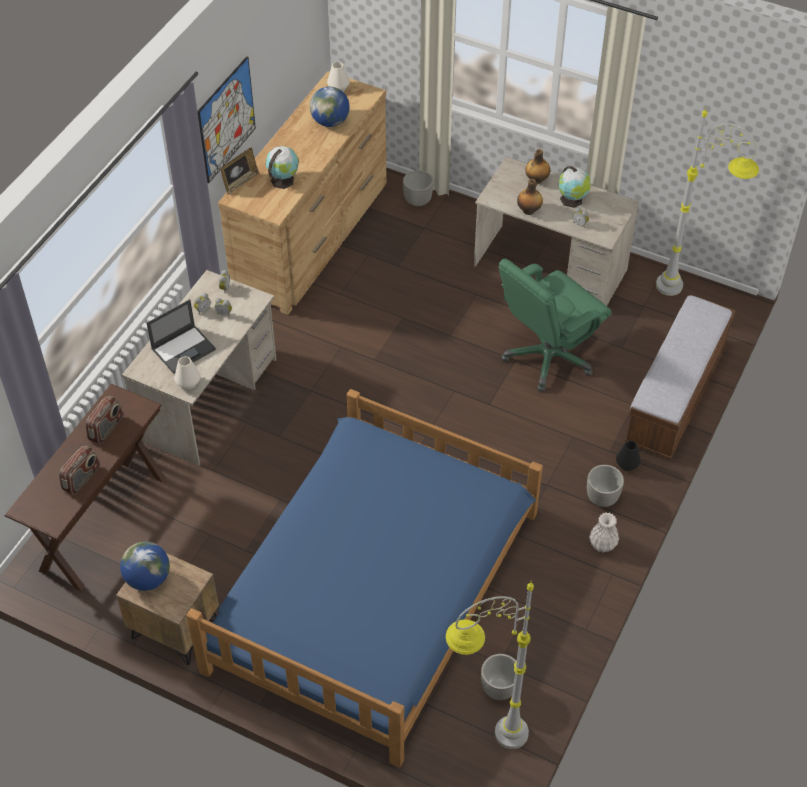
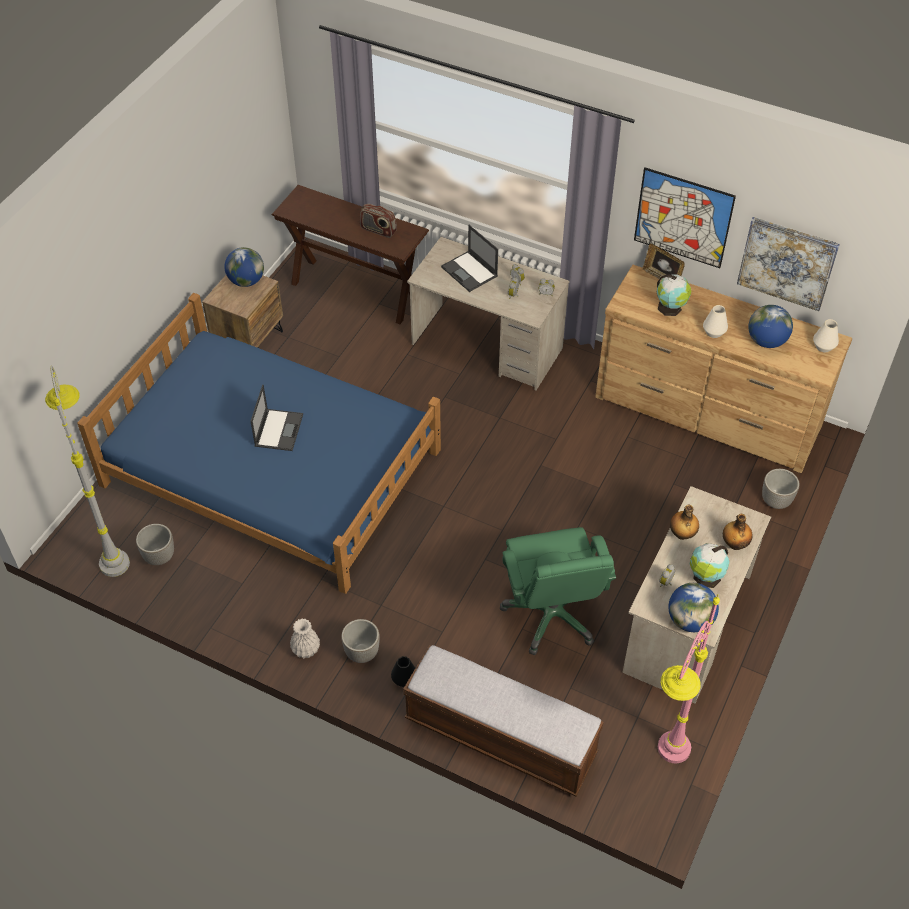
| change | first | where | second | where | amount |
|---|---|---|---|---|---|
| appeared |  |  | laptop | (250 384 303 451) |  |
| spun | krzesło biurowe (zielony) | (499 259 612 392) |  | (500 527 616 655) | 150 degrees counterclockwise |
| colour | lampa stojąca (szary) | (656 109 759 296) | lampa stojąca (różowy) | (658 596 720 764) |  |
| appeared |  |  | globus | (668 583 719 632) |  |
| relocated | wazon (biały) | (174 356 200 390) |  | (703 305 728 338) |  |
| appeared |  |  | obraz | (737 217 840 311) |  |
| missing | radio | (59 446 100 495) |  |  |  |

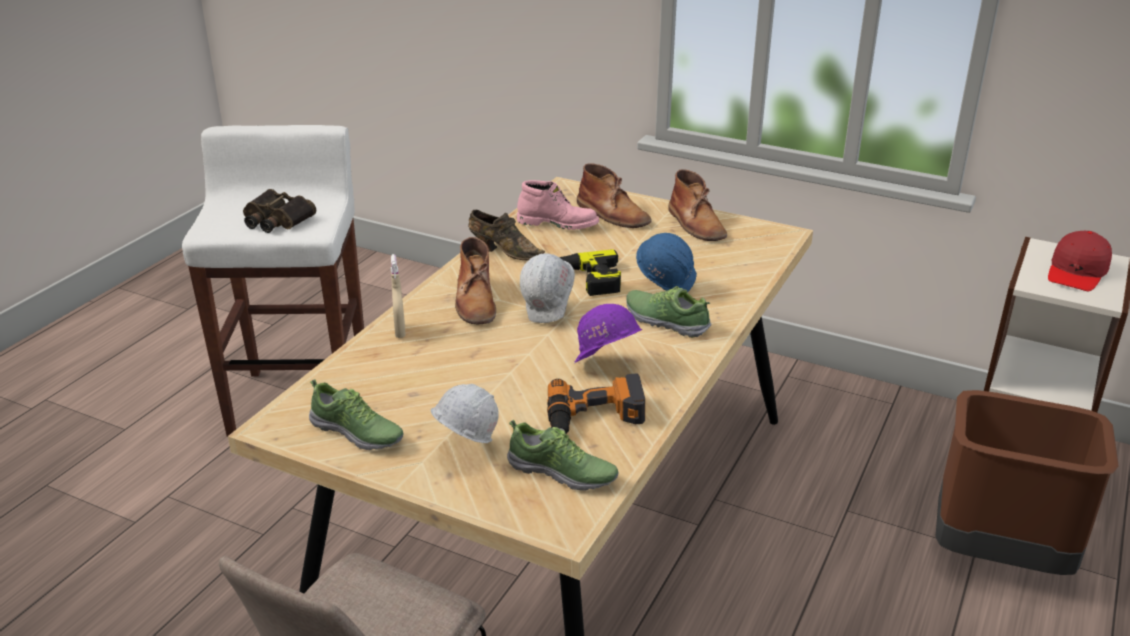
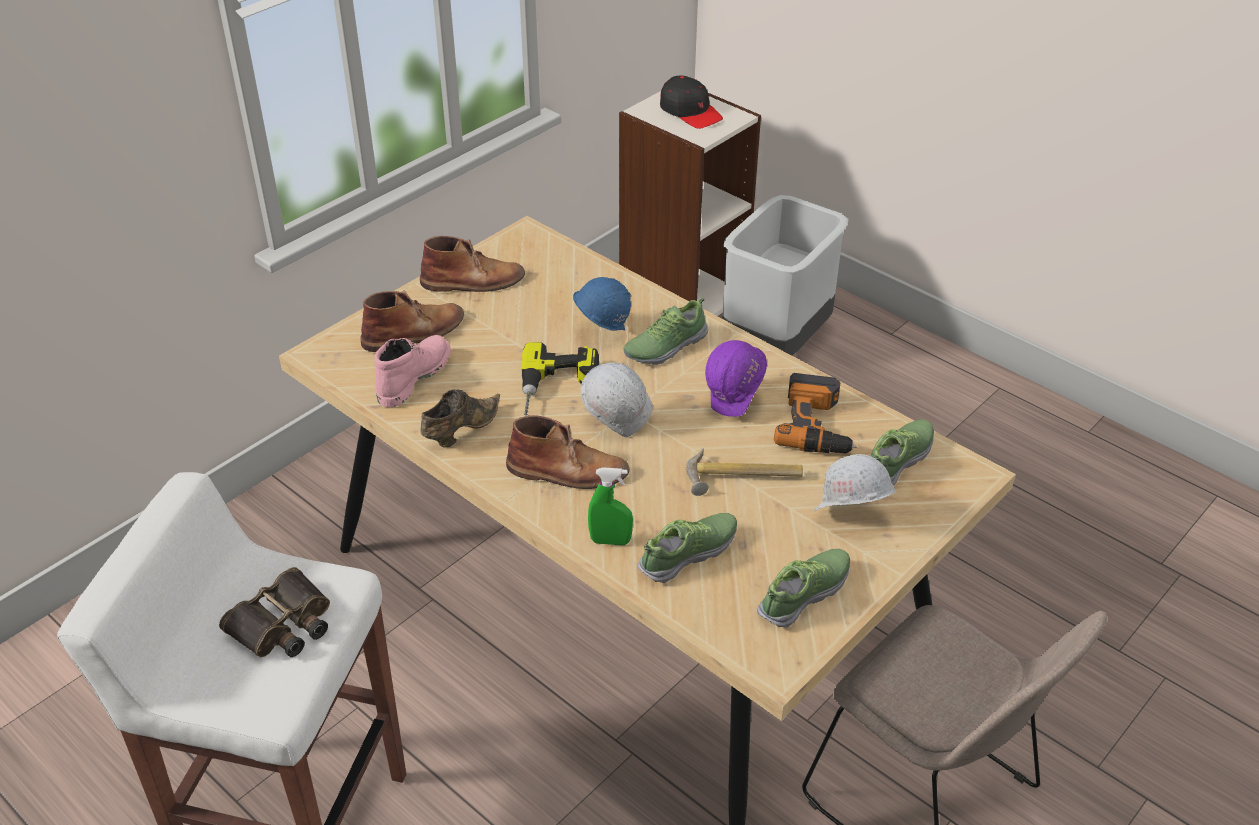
| change | first | where | second | where | amount |
|---|---|---|---|---|---|
| colour | spryskiwacz (beżowy) | (391 254 406 338) | spryskiwacz (zielony) | (588 467 633 545) |  |
| appeared |  |  | but | (638 513 737 583) |  |
| colour | czapka z daszkiem (czerwony) | (1048 231 1112 291) | czapka z daszkiem (czarny) | (660 76 723 129) |  |
| appeared |  |  | młotek | (686 448 803 496) |  |
| colour | kosz na śmieci (brązowy) | (935 390 1119 575) | kosz na śmieci (szary) | (722 195 848 356) |  |

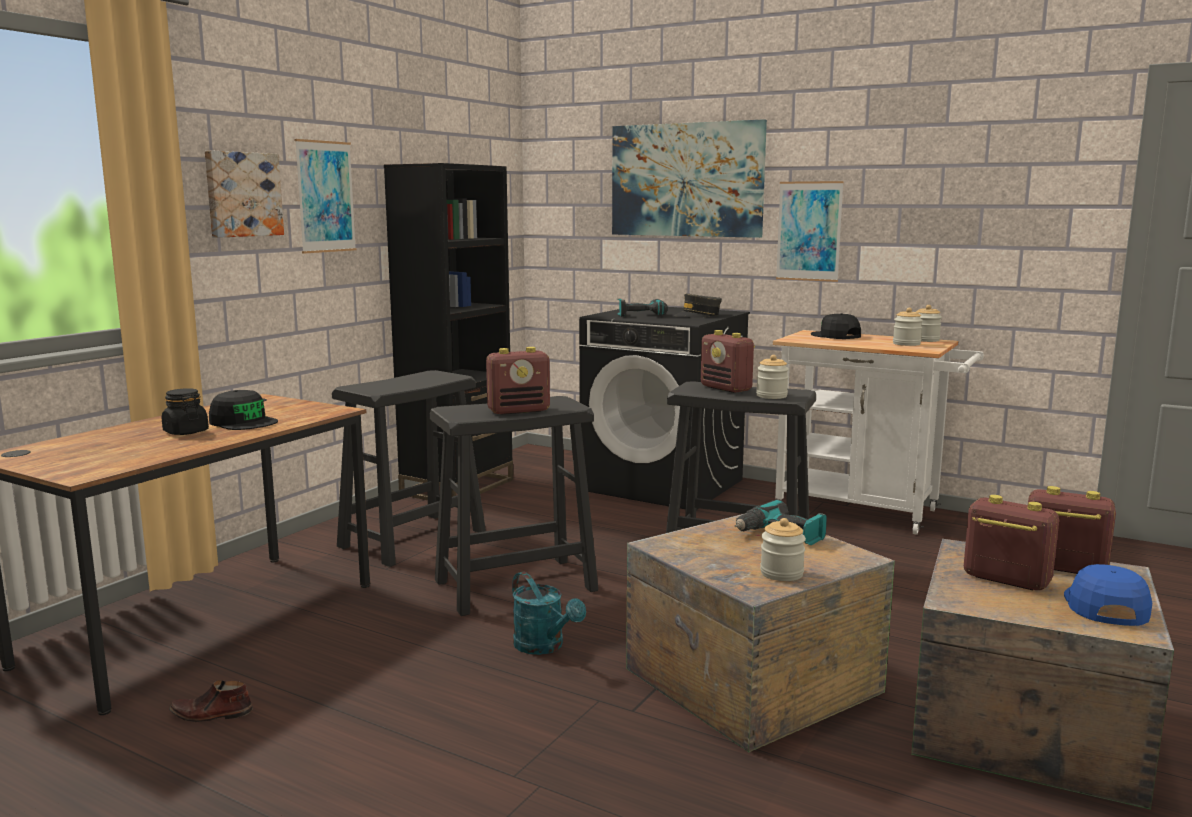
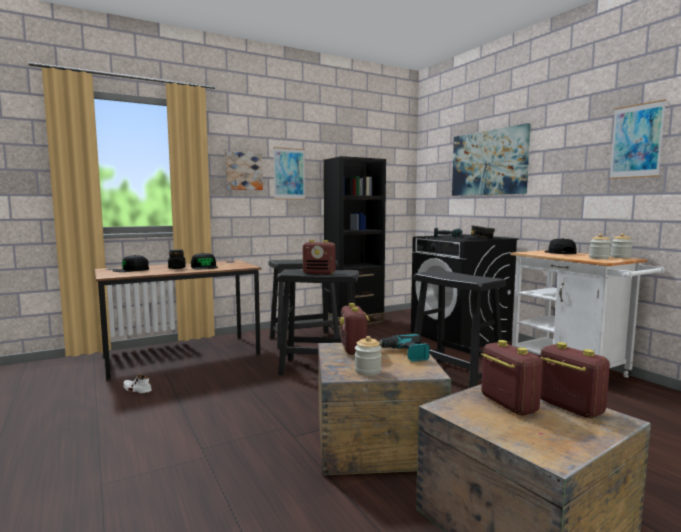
| change | first | where | second | where | amount |
|---|---|---|---|---|---|
| appeared |  |  | czapka z daszkiem (czarny) | (113 255 149 272) |  |
| colour | but (brązowy) | (169 680 253 722) | but (biały) | (123 375 152 393) |  |
| relocated | radio | (701 330 755 393) |  | (340 303 370 355) |  |
| relocated | obraz | (776 181 844 282) |  | (609 99 666 179) |  |
| missing | konewka (turkusowy) | (512 571 586 655) |  |  |  |
| missing | słoik | (756 355 789 399) |  |  |  |
| missing | czapka z daszkiem (niebieski) | (1064 564 1152 626) |  |  |  |

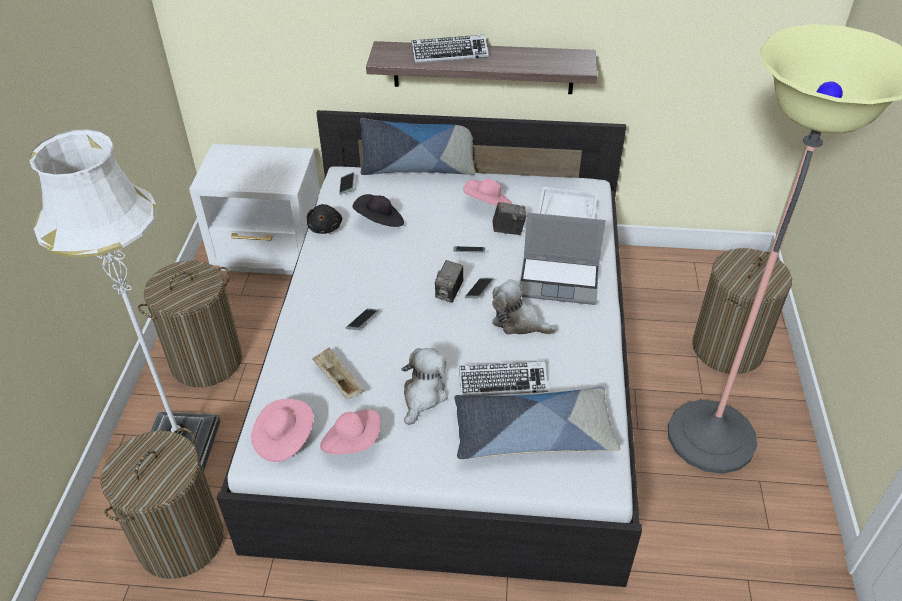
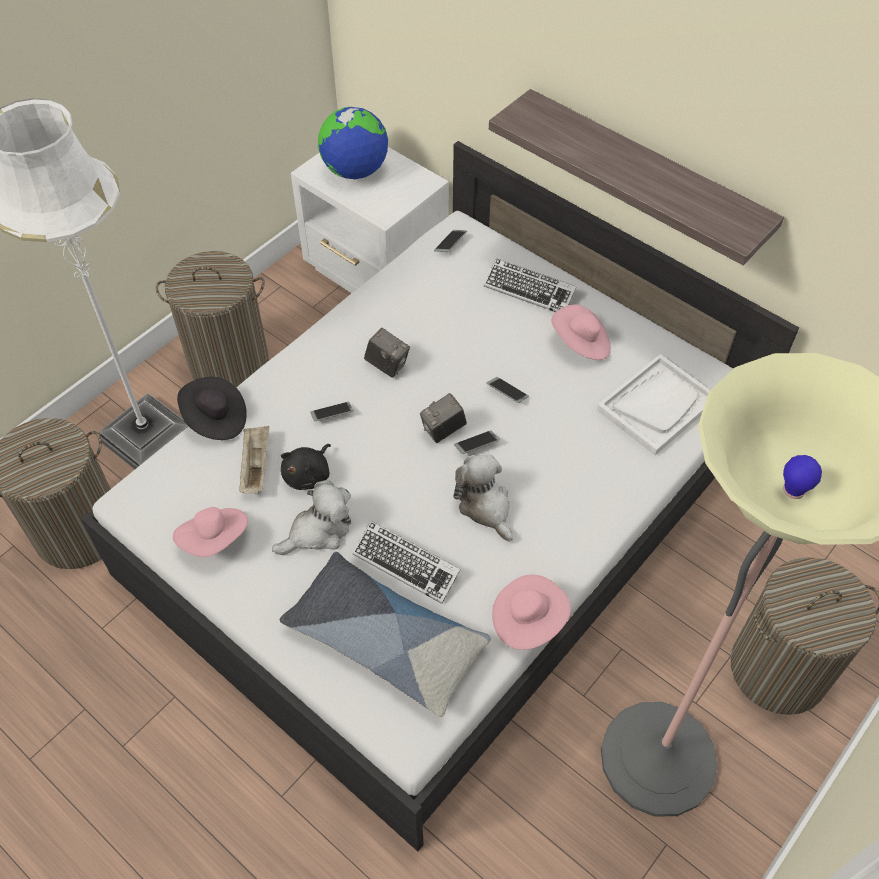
| change | first | where | second | where | amount |
|---|---|---|---|---|---|
| relocated | kapelusz (czarny) | (352 194 404 227) |  | (177 377 247 440) |  |
| relocated | pluszak (czarny) | (307 204 342 234) |  | (281 444 331 490) |  |
| appeared |  |  | globus | (318 107 388 179) |  |
| relocated | aparat fotograficzny | (492 202 527 235) |  | (364 328 410 378) |  |
| relocated | klawiatura | (412 35 489 63) |  | (484 258 577 312) |  |
| relocated | kapelusz (różowy) | (251 399 314 462) |  | (492 574 571 650) |  |
| missing | poduszka | (360 118 475 175) |  |  |  |
| missing | laptop | (520 213 606 305) |  |  |  |

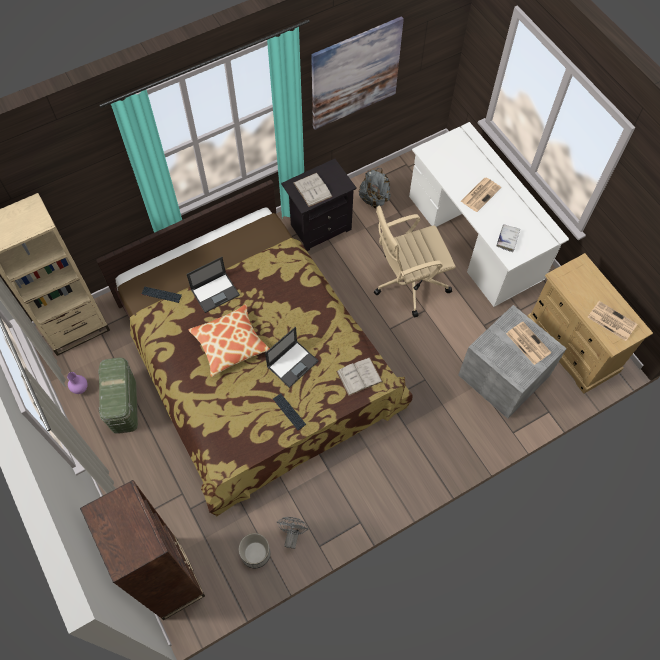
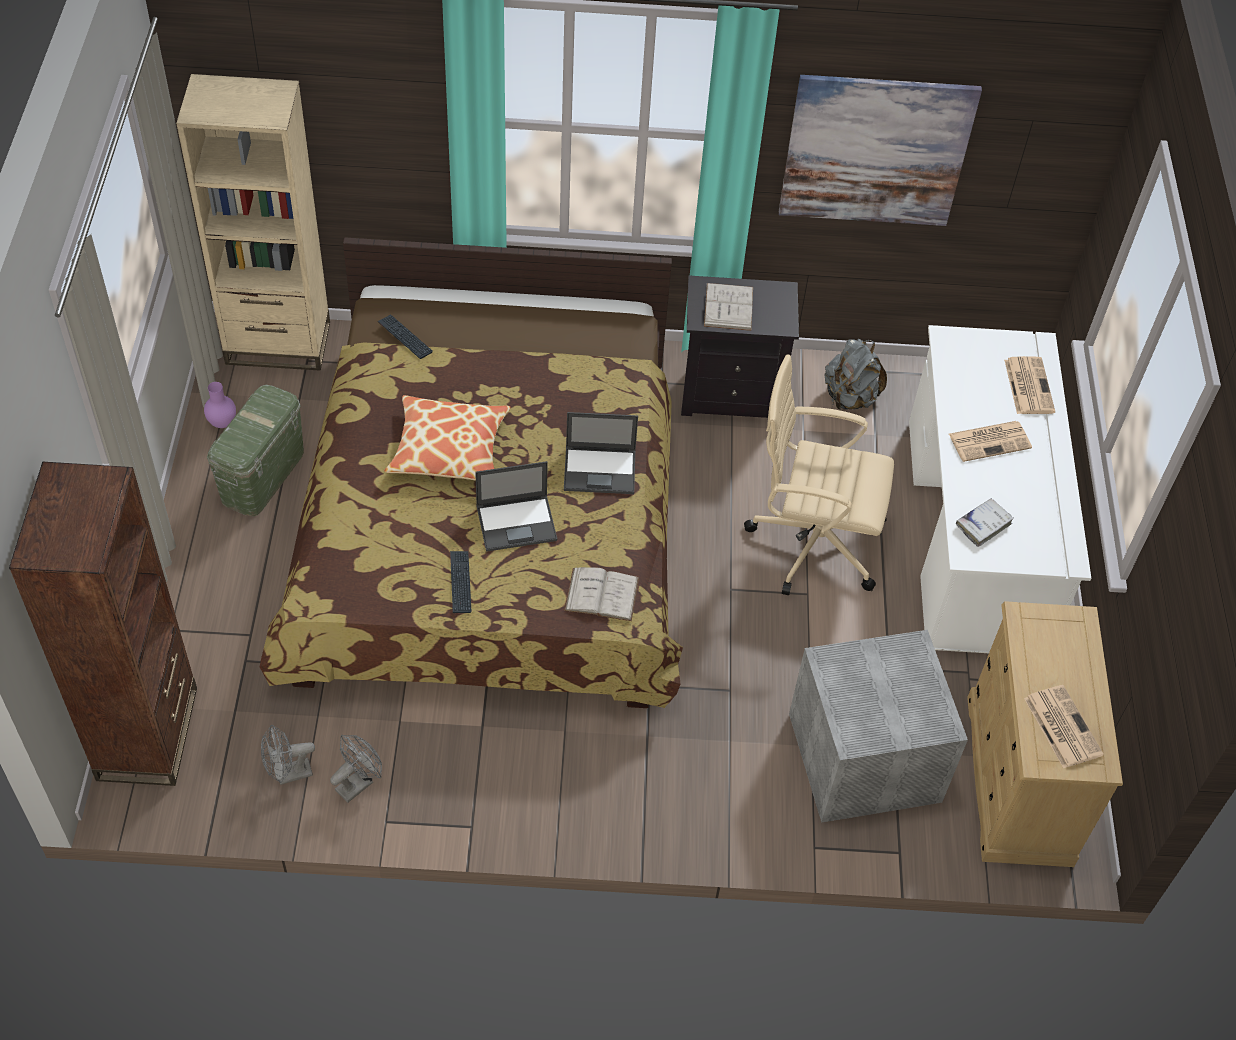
| change | first | where | second | where | amount |
|---|---|---|---|---|---|
| exchanged | donica | (238 533 271 568) | wentylator (szary) | (261 725 315 785) |  |
| relocated | laptop | (186 257 240 313) |  | (564 412 638 494) |  |
| relocated | gazeta | (506 322 552 365) |  | (1004 356 1055 414) |  |

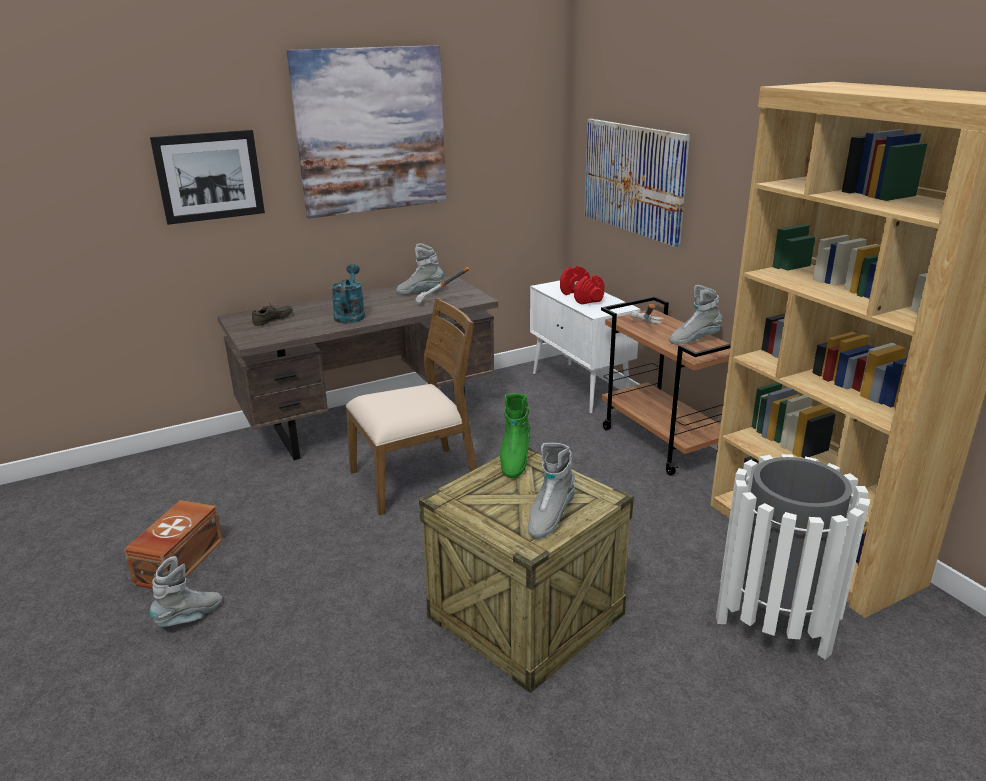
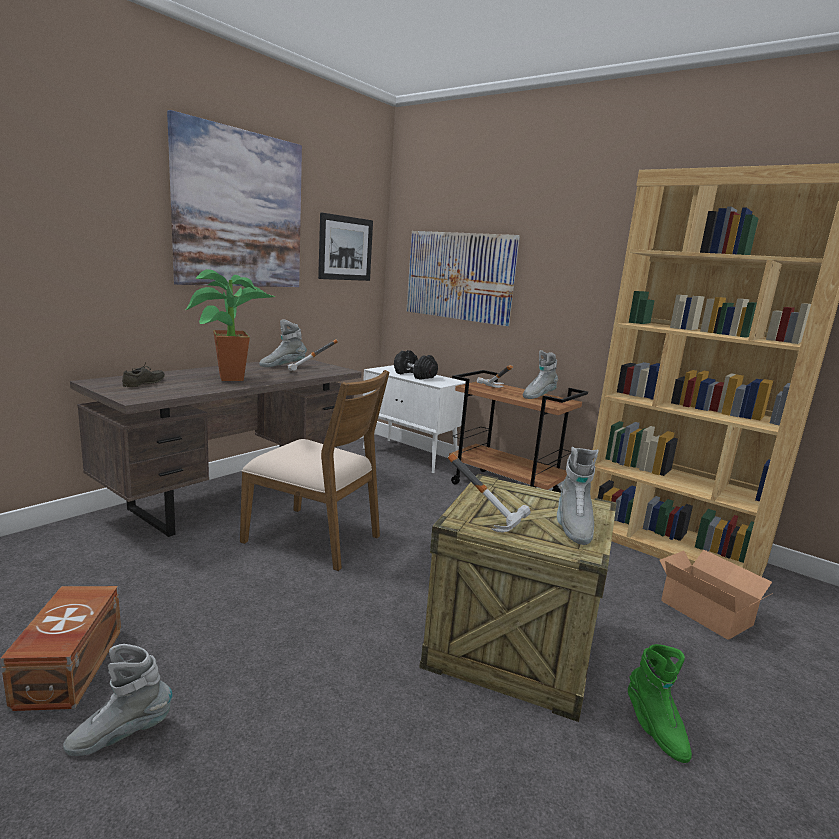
| change | first | where | second | where | amount |
|---|---|---|---|---|---|
| spun | but z cholewką (szary) | (150 556 222 627) |  | (63 644 173 756) | 135 degrees counterclockwise |
| exchanged | konewka (turkusowy) | (331 264 365 323) | roślina doniczkowa | (186 269 276 381) |  |
| spun | krzesło (brązowy) | (346 298 477 515) |  | (240 370 390 571) | 75 degrees clockwise |
| relocated | obraz | (150 130 265 225) |  | (318 212 373 281) |  |
| colour | hantel (czerwony) | (560 266 604 305) | hantel (czarny) | (394 350 438 380) |  |
| appeared |  |  | młotek | (448 453 531 533) |  |
| relocated | but z cholewką (zielony) | (500 393 530 478) |  | (628 644 692 763) |  |
| exchanged | kosz na śmieci (biały) | (716 454 870 660) | karton | (660 550 773 640) |  |

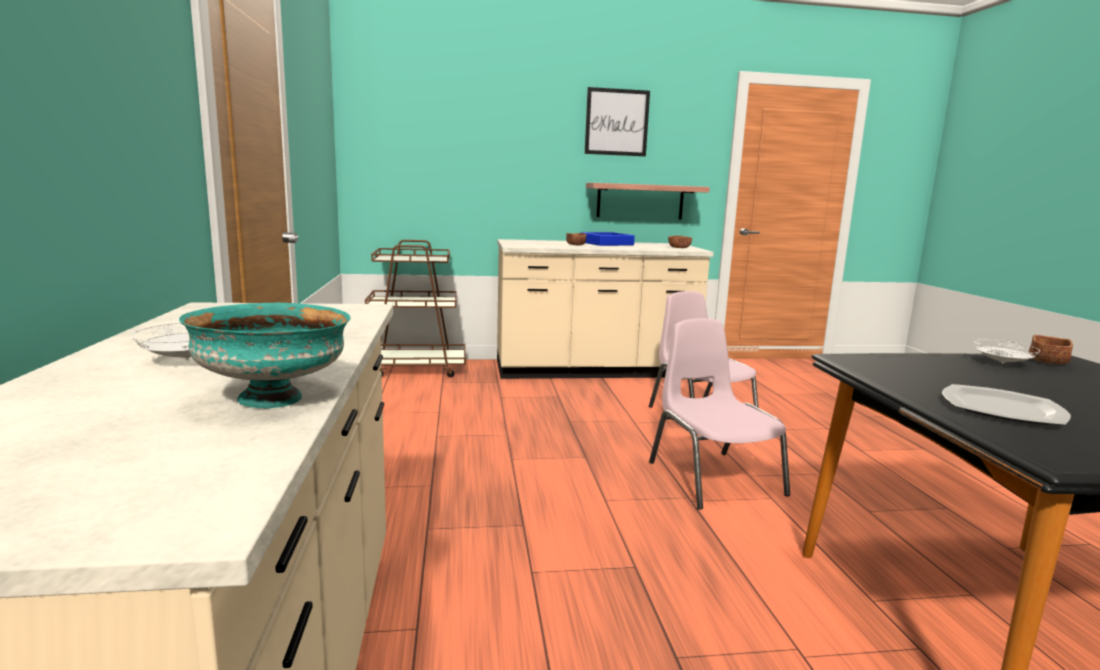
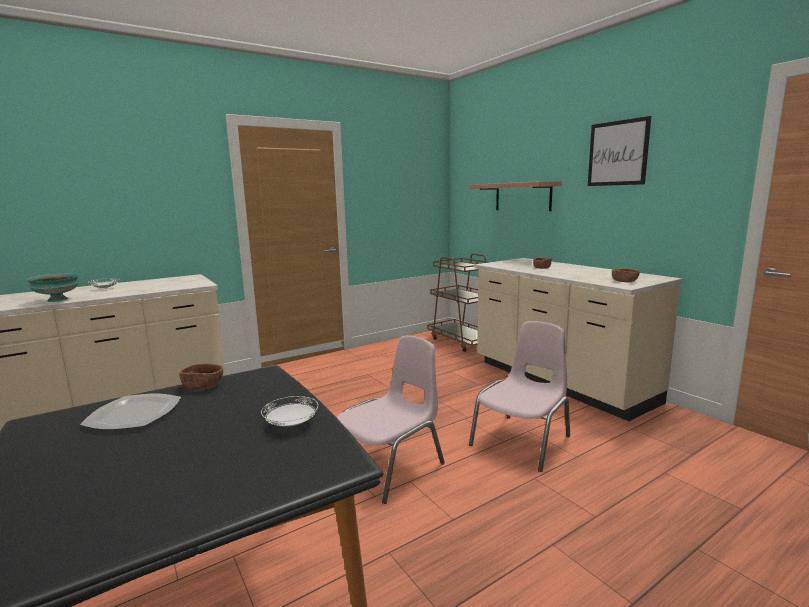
| change | first | where | second | where | amount |
|---|---|---|---|---|---|
| relocated | miska (brązowy) | (1028 335 1073 364) |  | (179 363 223 390) |  |
| relocated | półka | (586 183 710 220) |  | (469 181 562 211) |  |
| missing | taca (niebieski) | (580 232 635 246) |  |  |  |

